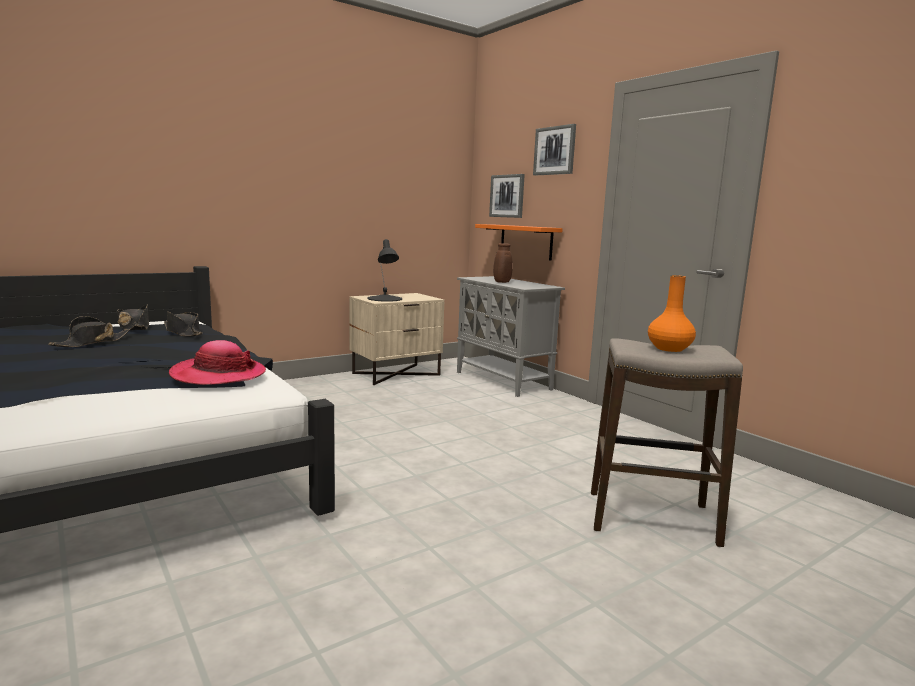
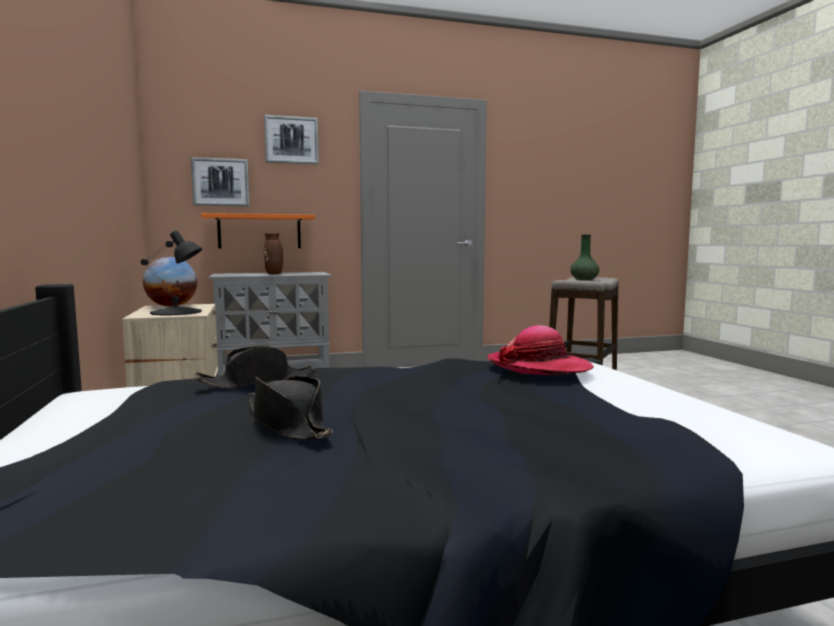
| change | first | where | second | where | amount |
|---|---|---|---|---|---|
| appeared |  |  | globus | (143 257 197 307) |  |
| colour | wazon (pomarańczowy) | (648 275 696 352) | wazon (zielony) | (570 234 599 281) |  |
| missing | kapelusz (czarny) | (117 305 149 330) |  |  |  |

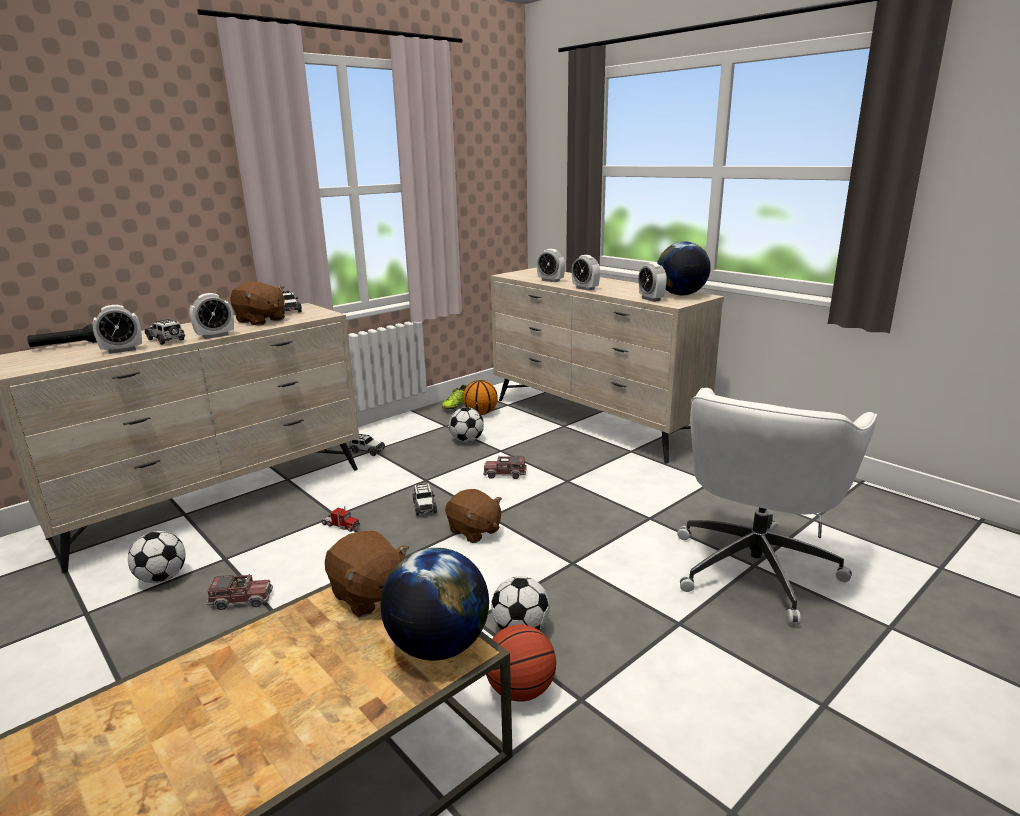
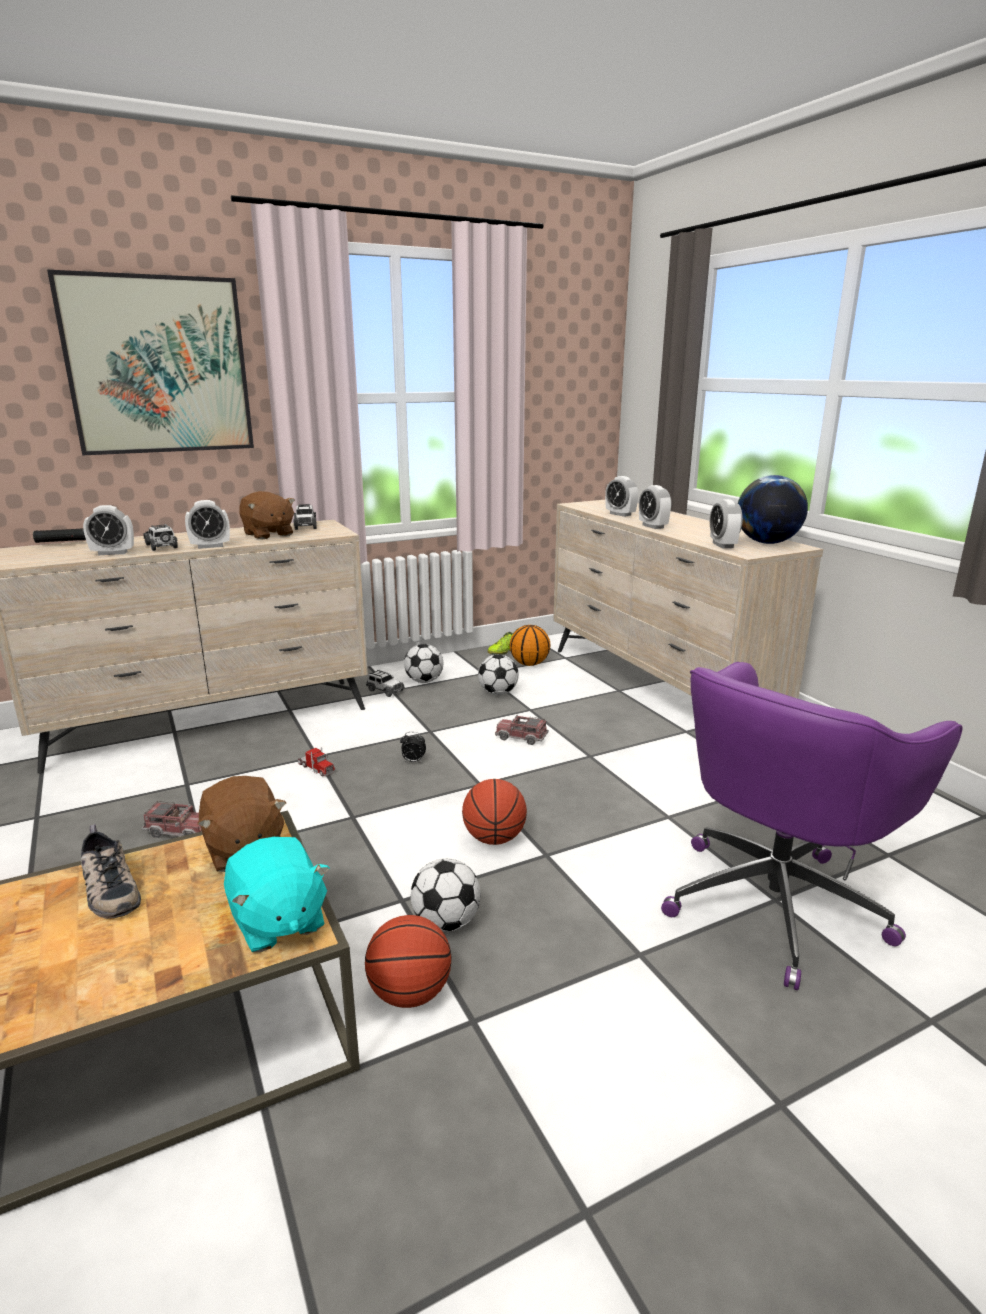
| change | first | where | second | where | amount |
|---|---|---|---|---|---|
| appeared |  |  | obraz | (47 270 254 455) |  |
| appeared |  |  | but | (81 824 141 919) |  |
| exchanged | globus | (381 548 489 661) | pluszak (turkusowy) | (224 837 329 952) |  |
| exchanged | samochodzik | (412 483 437 515) | budzik | (400 732 426 762) |  |
| relocated | piłka futbolowa | (128 531 186 583) |  | (404 644 443 683) |  |
| appeared |  |  | piłka do koszykówki | (462 779 527 845) |  |
| colour | krzesło biurowe (biały) | (677 388 877 625) | krzesło biurowe (fioletowy) | (661 662 963 990) |  |
| missing | pluszak (brązowy) | (445 489 502 543) |  |  |  |

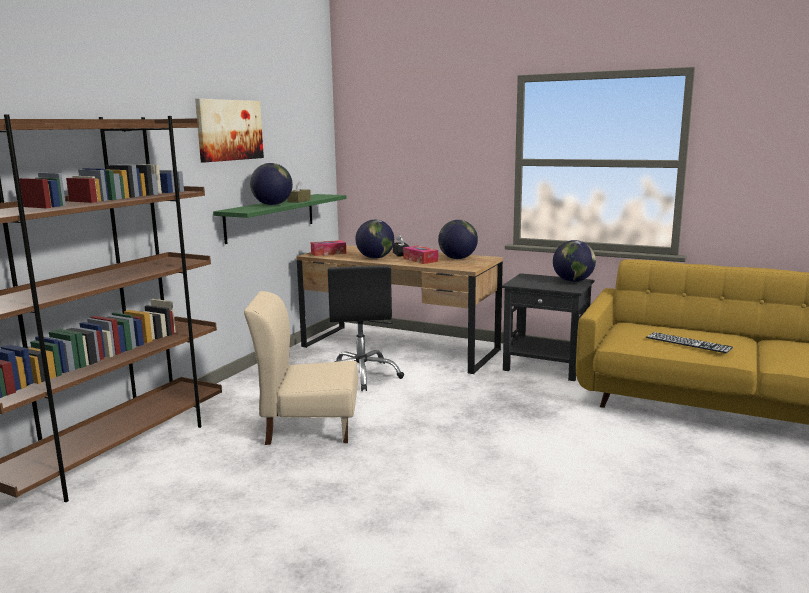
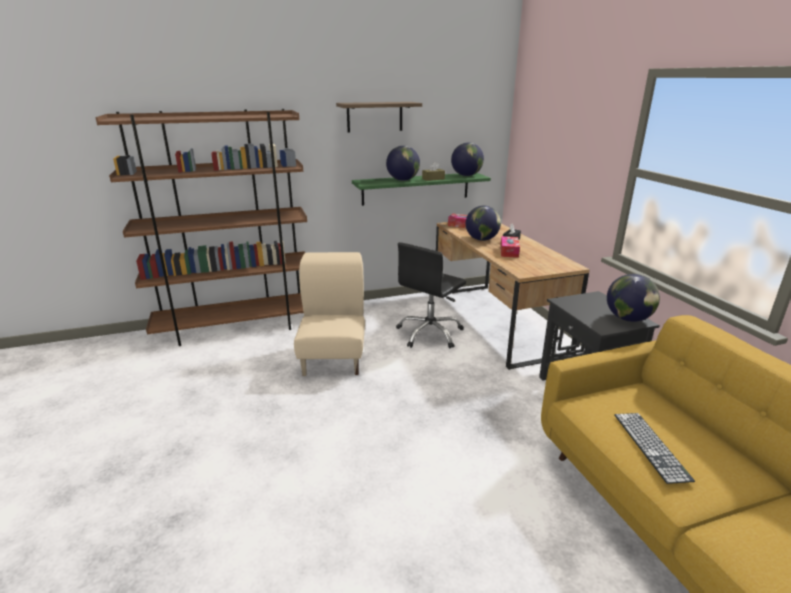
| change | first | where | second | where | amount |
|---|---|---|---|---|---|
| spun | krzesło (beżowy) | (244 291 358 445) |  | (294 252 365 376) | 45 degrees clockwise |
| exchanged | obraz | (195 99 264 162) | półka | (336 102 422 132) |  |
| relocated | globus | (438 220 478 259) |  | (451 143 484 176) |  |

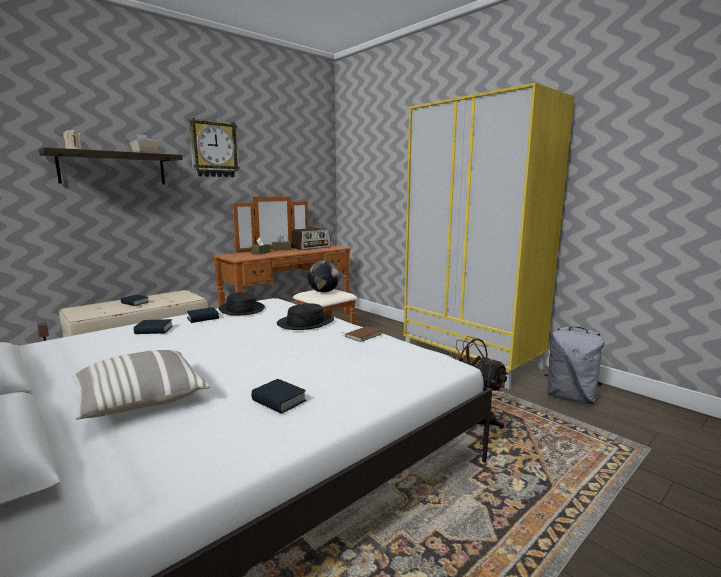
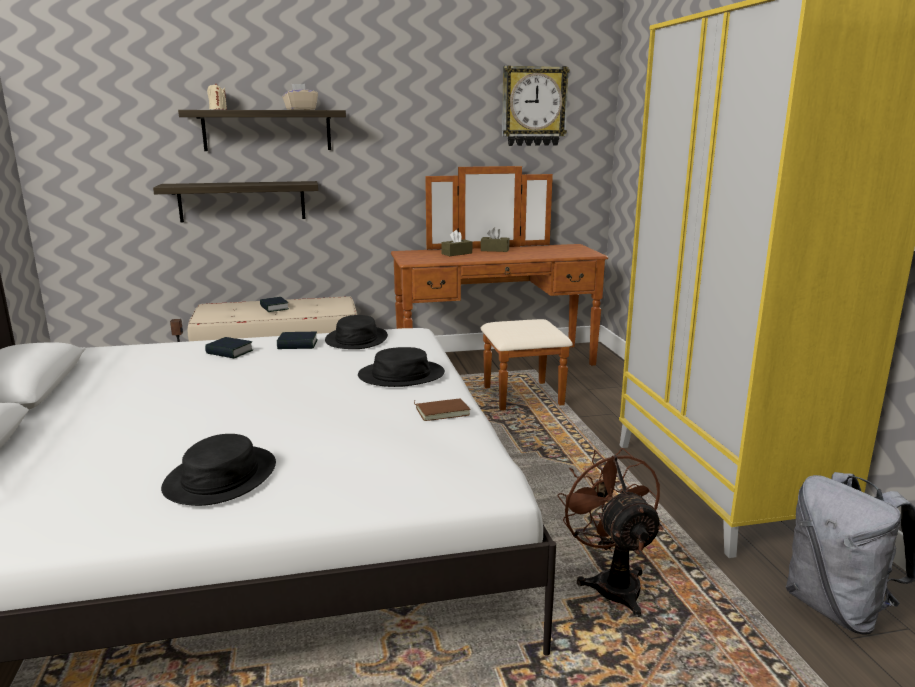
| change | first | where | second | where | amount |
|---|---|---|---|---|---|
| appeared |  |  | półka | (153 181 318 222) |  |
| exchanged | książka | (251 379 306 414) | kapelusz (czarny) | (161 434 276 506) |  |
| relocated | zegar ścienny | (188 118 240 177) |  | (502 65 570 146) |  |
| missing | poduszka | (71 350 210 419) |  |  |  |
| missing | radio | (291 228 331 250) |  |  |  |
| missing | globus | (307 260 340 293) |  |  |  |

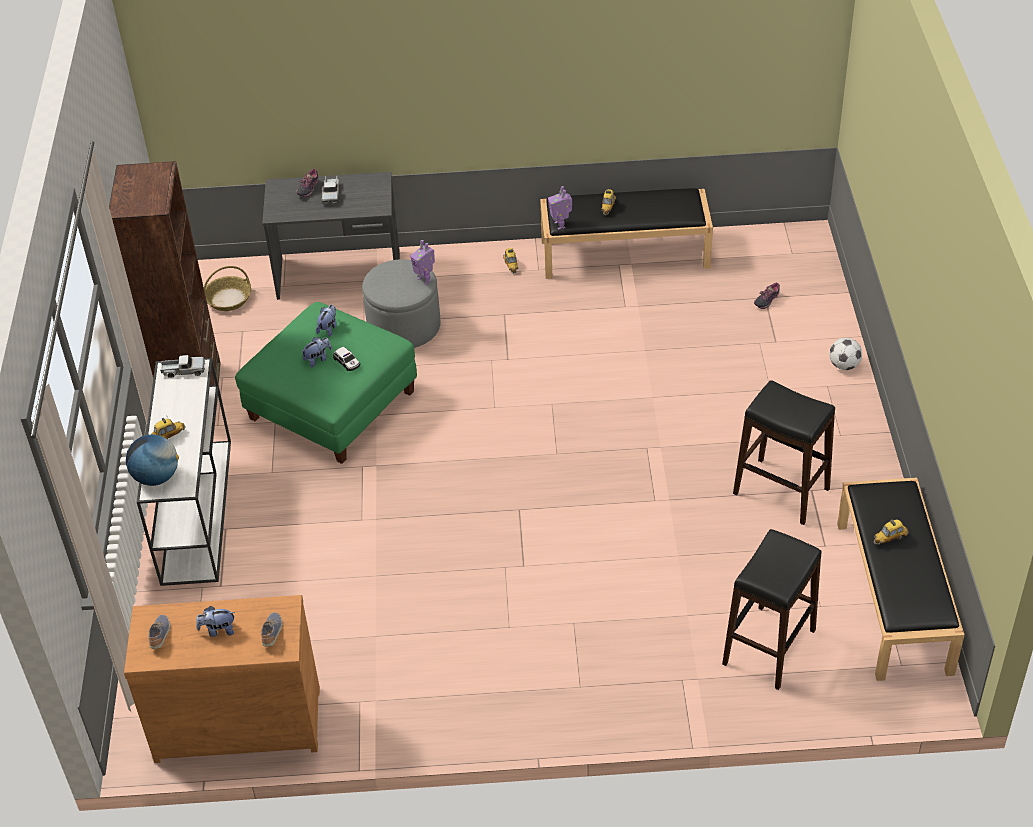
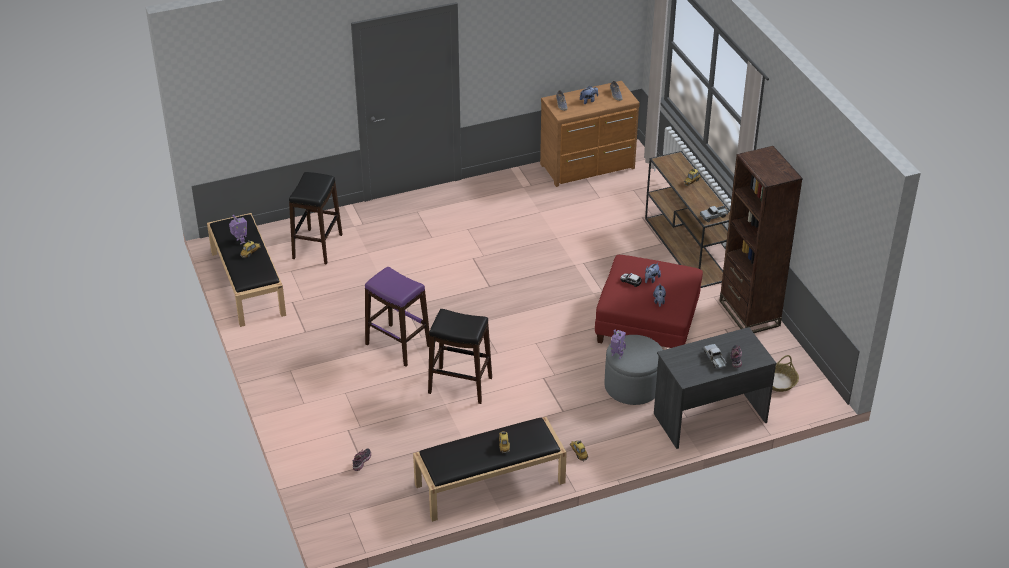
| change | first | where | second | where | amount |
|---|---|---|---|---|---|
| relocated | robot zabawkowy | (548 186 572 230) |  | (229 215 247 245) |  |
| appeared |  |  | stołek (fioletowy) | (365 267 430 367) |  |
| relocated | stołek (czarny) | (733 380 835 525) |  | (428 309 492 404) |  |
| colour | pufa (zielony) | (235 302 417 464) | pufa (czerwony) | (595 255 703 348) |  |
| colour | stolik konsolowy (biały) | (137 358 231 586) | stolik konsolowy (brązowy) | (645 151 730 288) |  |
| missing | globus | (126 434 179 486) |  |  |  |
| missing | piłka futbolowa | (829 338 862 370) |  |  |  |

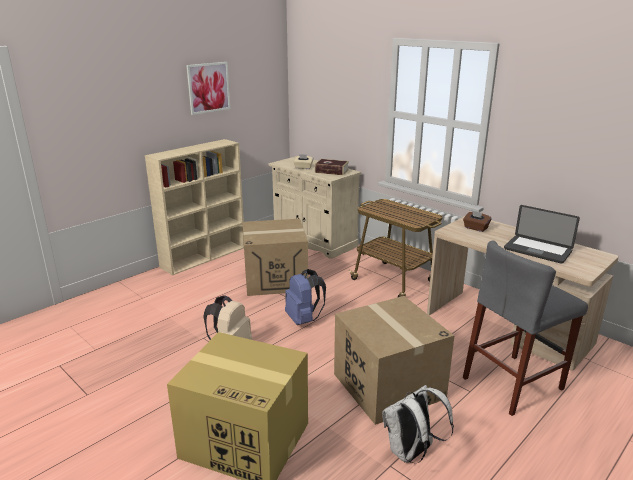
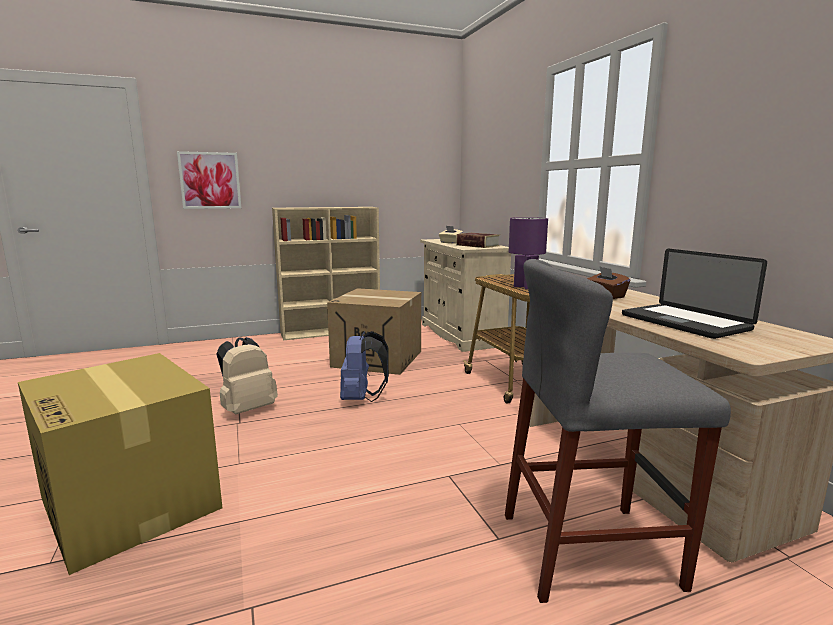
| change | first | where | second | where | amount |
|---|---|---|---|---|---|
| relocated | obraz | (186 62 230 115) |  | (177 151 241 209) |  |
| appeared |  |  | lampa stołowa (fioletowy) | (509 217 548 289) |  |
| missing | karton | (334 296 455 425) |  |  |  |
| missing | plecak (biały) | (382 385 454 463) |  |  |  |

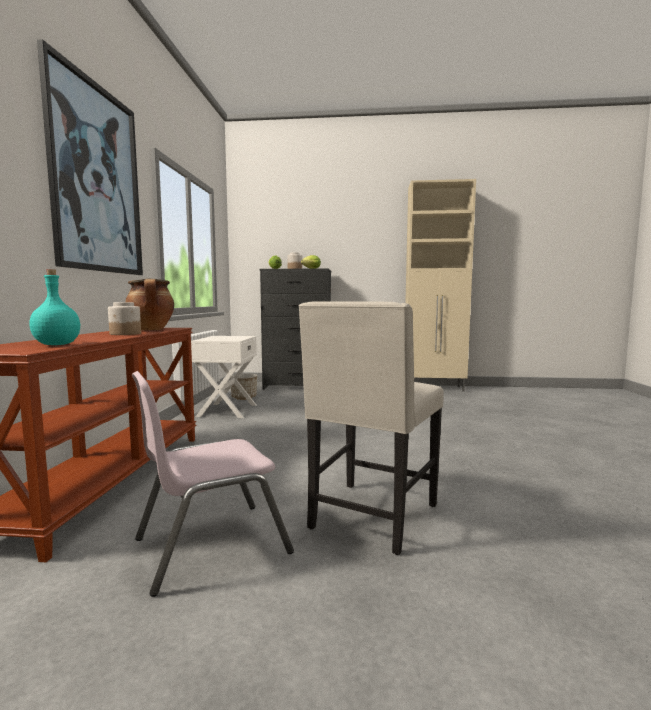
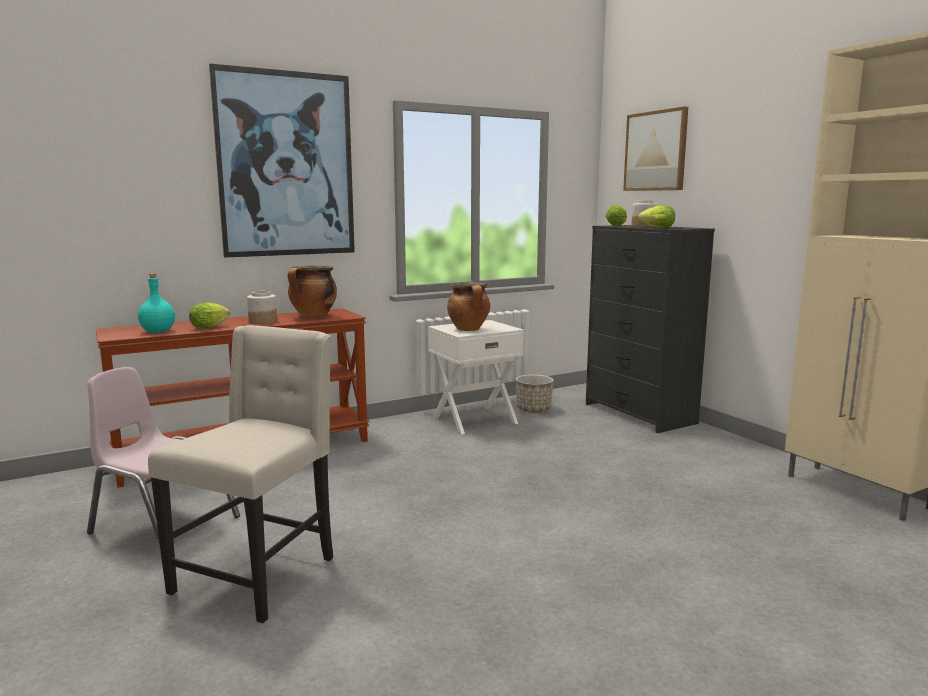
| change | first | where | second | where | amount |
|---|---|---|---|---|---|
| spun | krzesło (beżowy) | (298 301 444 555) |  | (148 325 333 623) | 120 degrees clockwise |
| appeared |  |  | sałata | (189 302 230 329) |  |
| appeared |  |  | garnek | (447 282 490 331) |  |
| appeared |  |  | obraz | (623 106 688 191) |  |

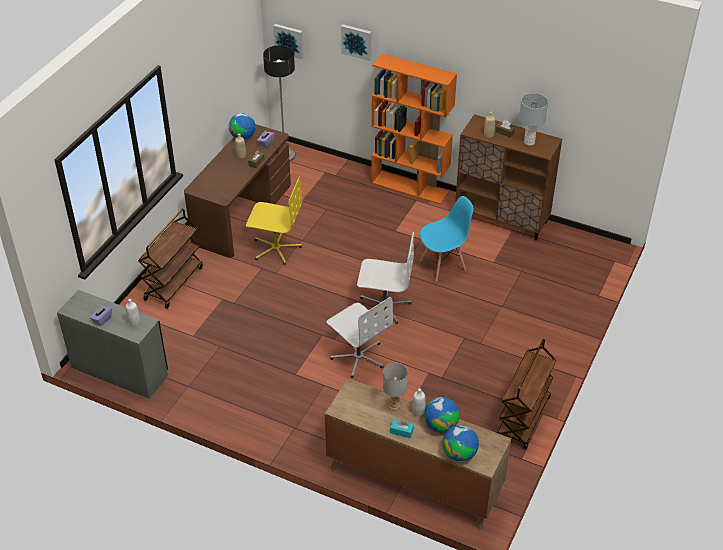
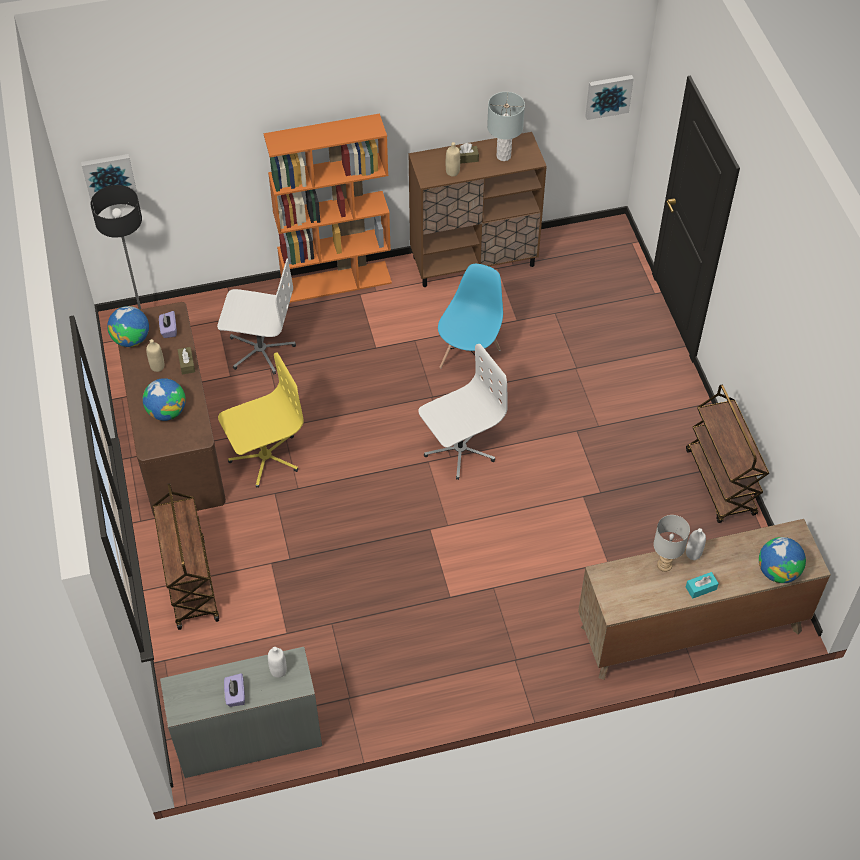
| change | first | where | second | where | amount |
|---|---|---|---|---|---|
| relocated | globus | (424 397 460 433) |  | (143 378 186 421) |  |
| relocated | krzesło biurowe (biały) | (327 297 393 378) |  | (217 258 296 375) |  |
| relocated | obraz | (341 24 372 61) |  | (585 75 634 120) |  |

